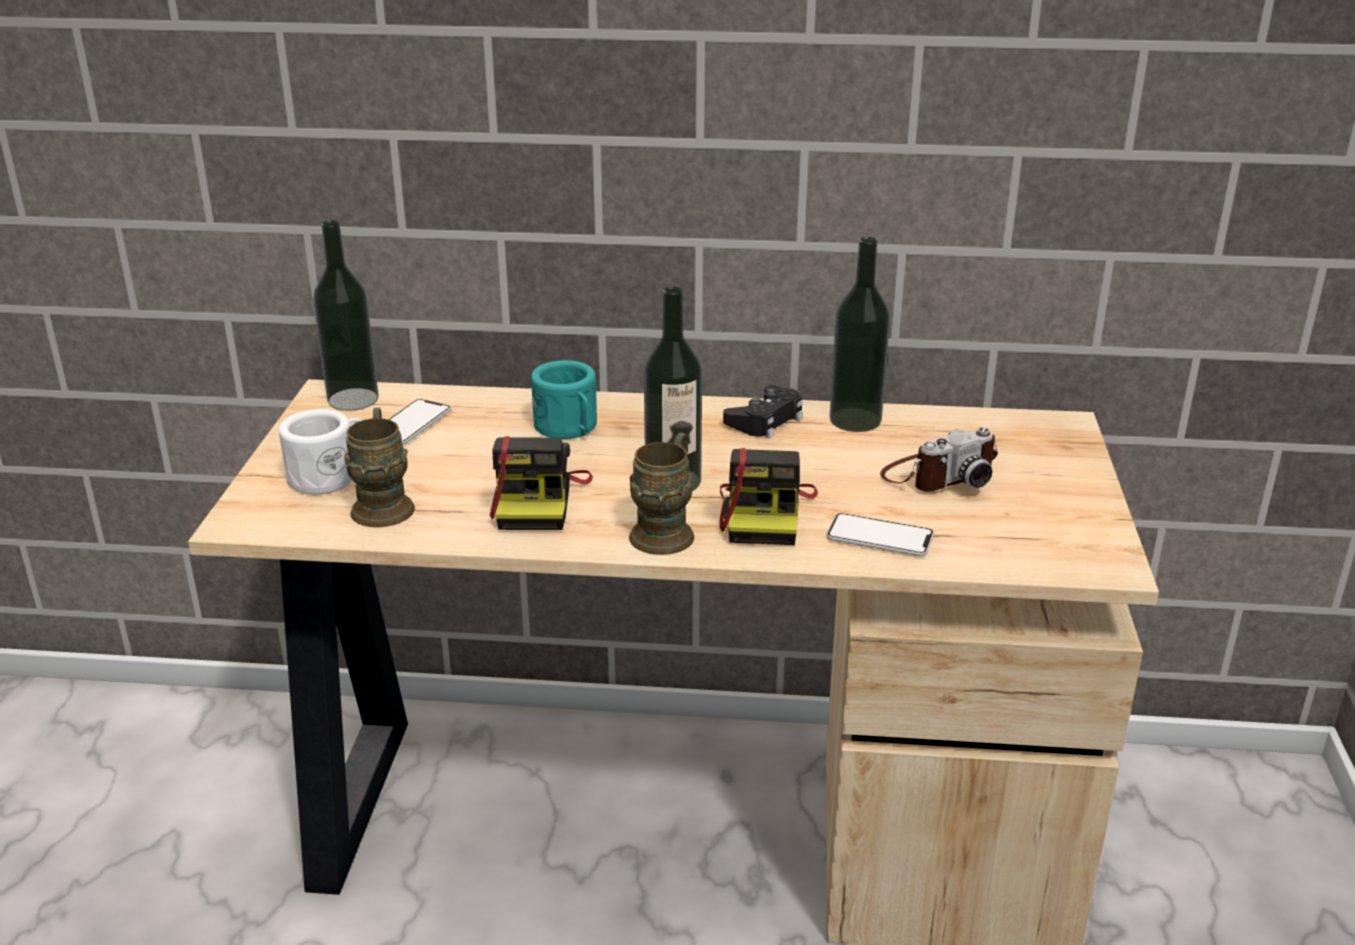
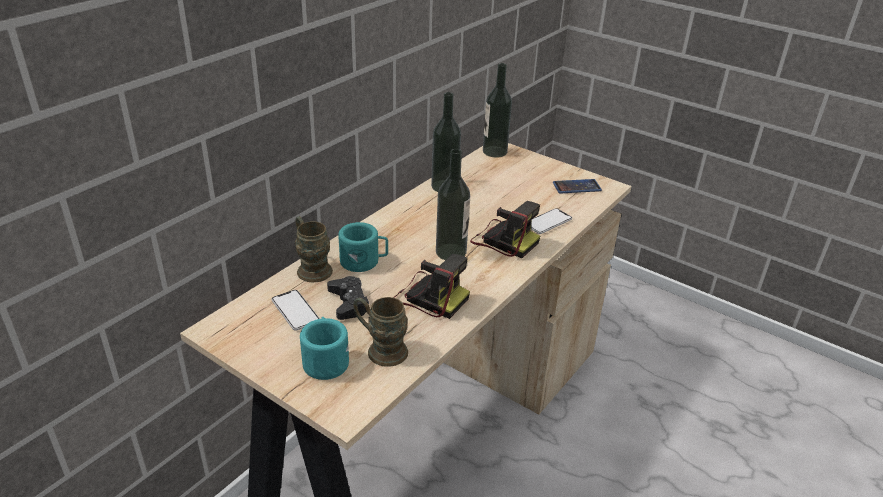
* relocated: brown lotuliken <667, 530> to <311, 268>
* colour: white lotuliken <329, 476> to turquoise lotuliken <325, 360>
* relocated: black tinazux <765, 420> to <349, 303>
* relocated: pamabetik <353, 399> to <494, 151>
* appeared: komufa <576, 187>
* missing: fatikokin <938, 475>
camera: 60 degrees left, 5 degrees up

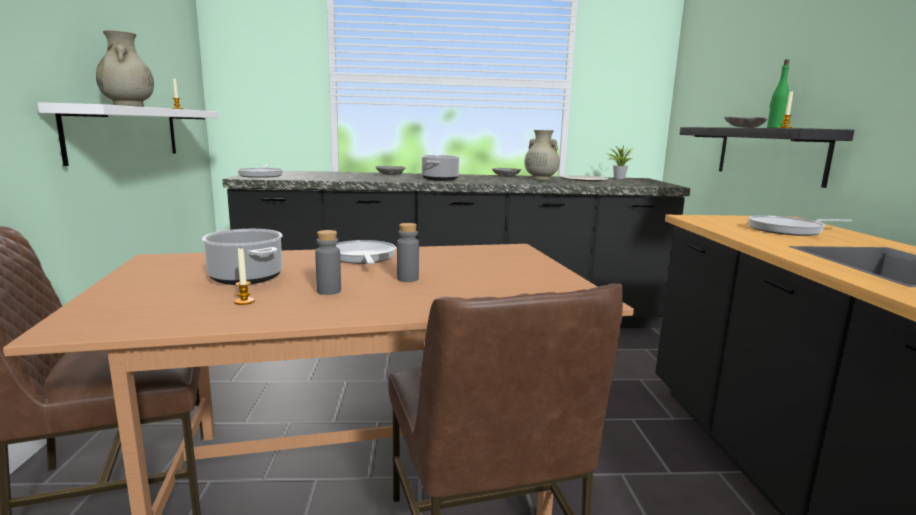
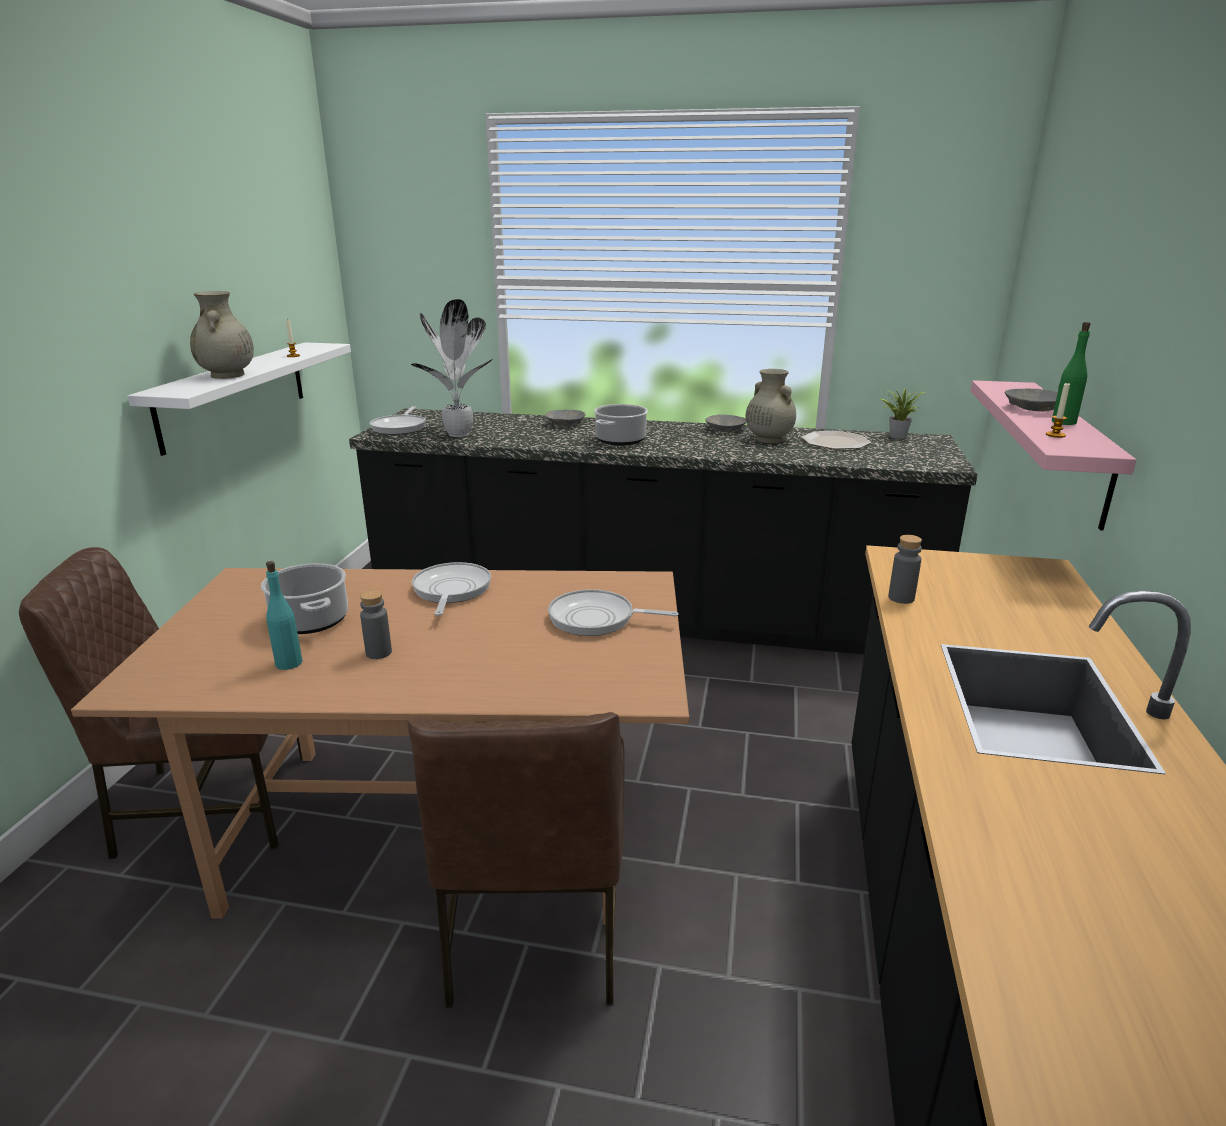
* exchanged: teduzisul <244, 301> to turquoise pamabetik <289, 663>
* appeared: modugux <459, 435>
* relocated: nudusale <789, 230> to <596, 619>
* relocated: grey pamabetik <408, 279> to <901, 598>
* colour: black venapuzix <769, 153> to pink venapuzix <1069, 450>
camera: 15 degrees right, 10 degrees up

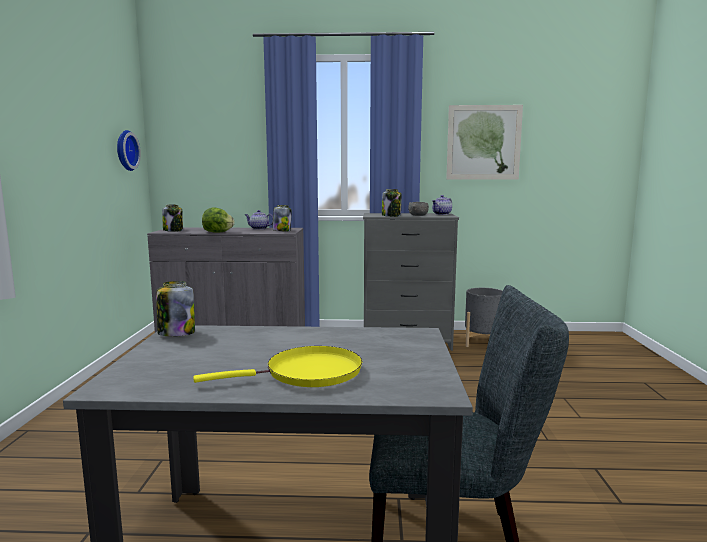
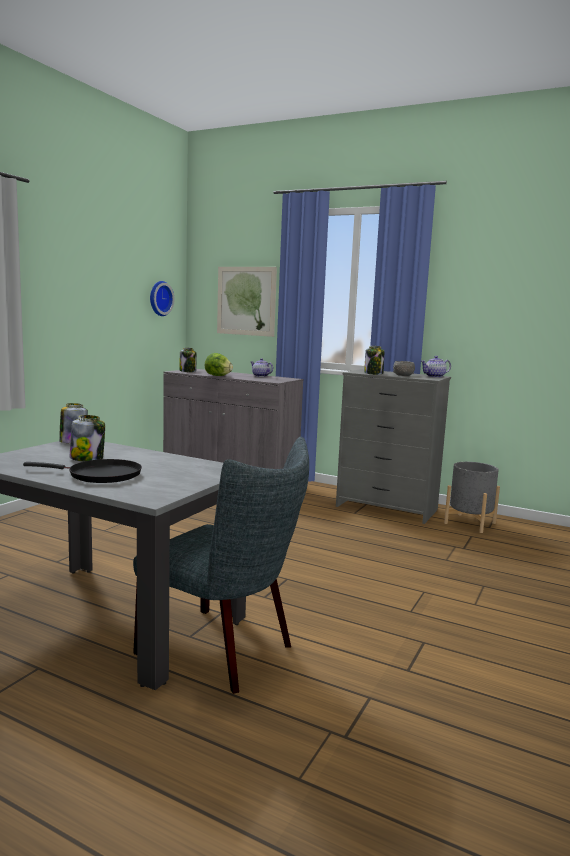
* colour: yellow nudusale <307, 373> to black nudusale <100, 475>
* relocated: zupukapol <282, 231> to <87, 458>
* relocated: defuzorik <483, 142> to <246, 301>
camera: 25 degrees right, 0 degrees up

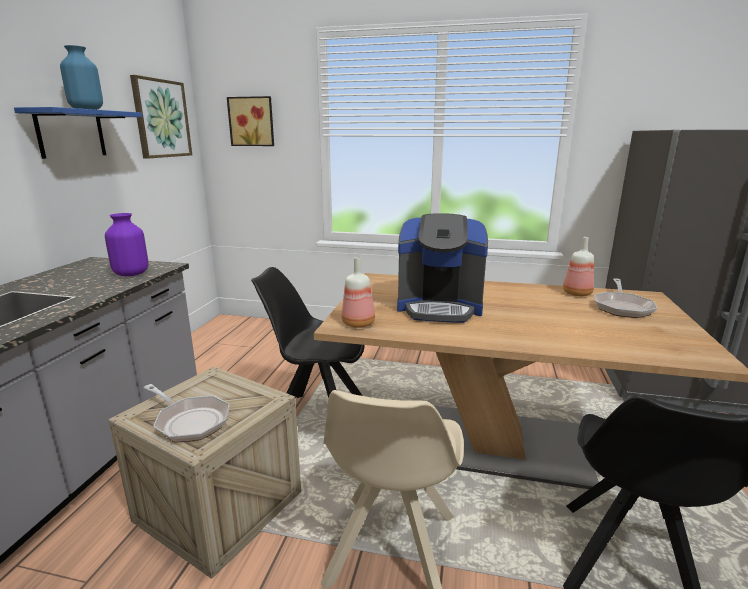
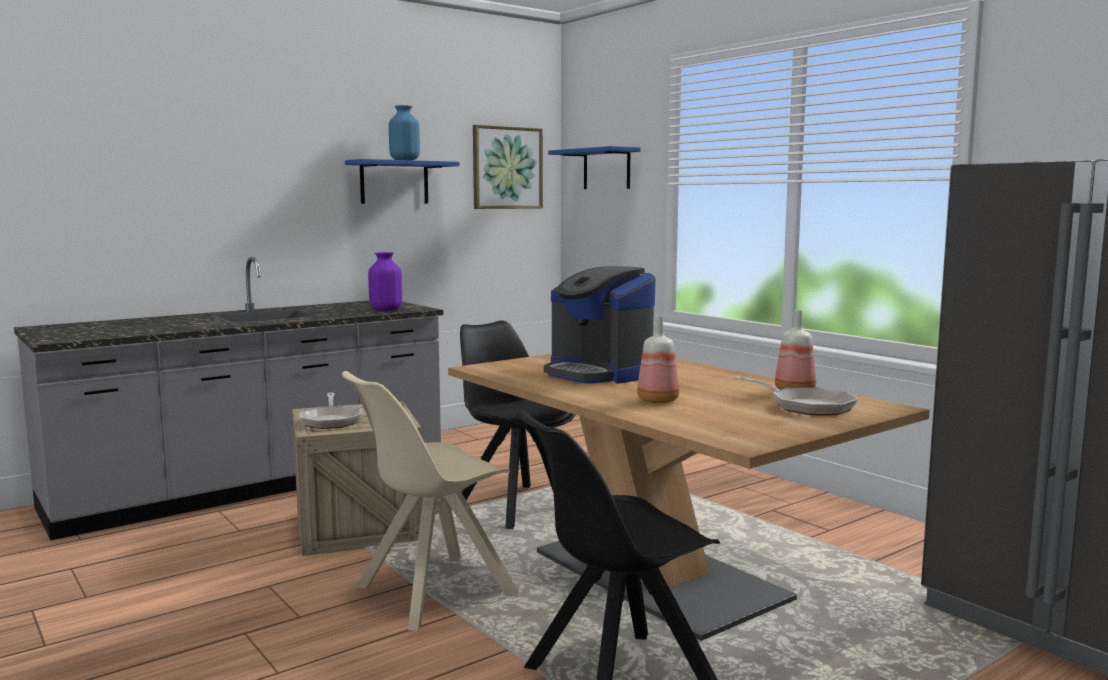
* exchanged: defuzorik <252, 121> to blue venapuzix <606, 169>
* relocated: pamabetik <359, 323> to <659, 400>
* spun: nudusale <622, 307> = <806, 406> 105 degrees counterclockwise
camera: 40 degrees right, 10 degrees down

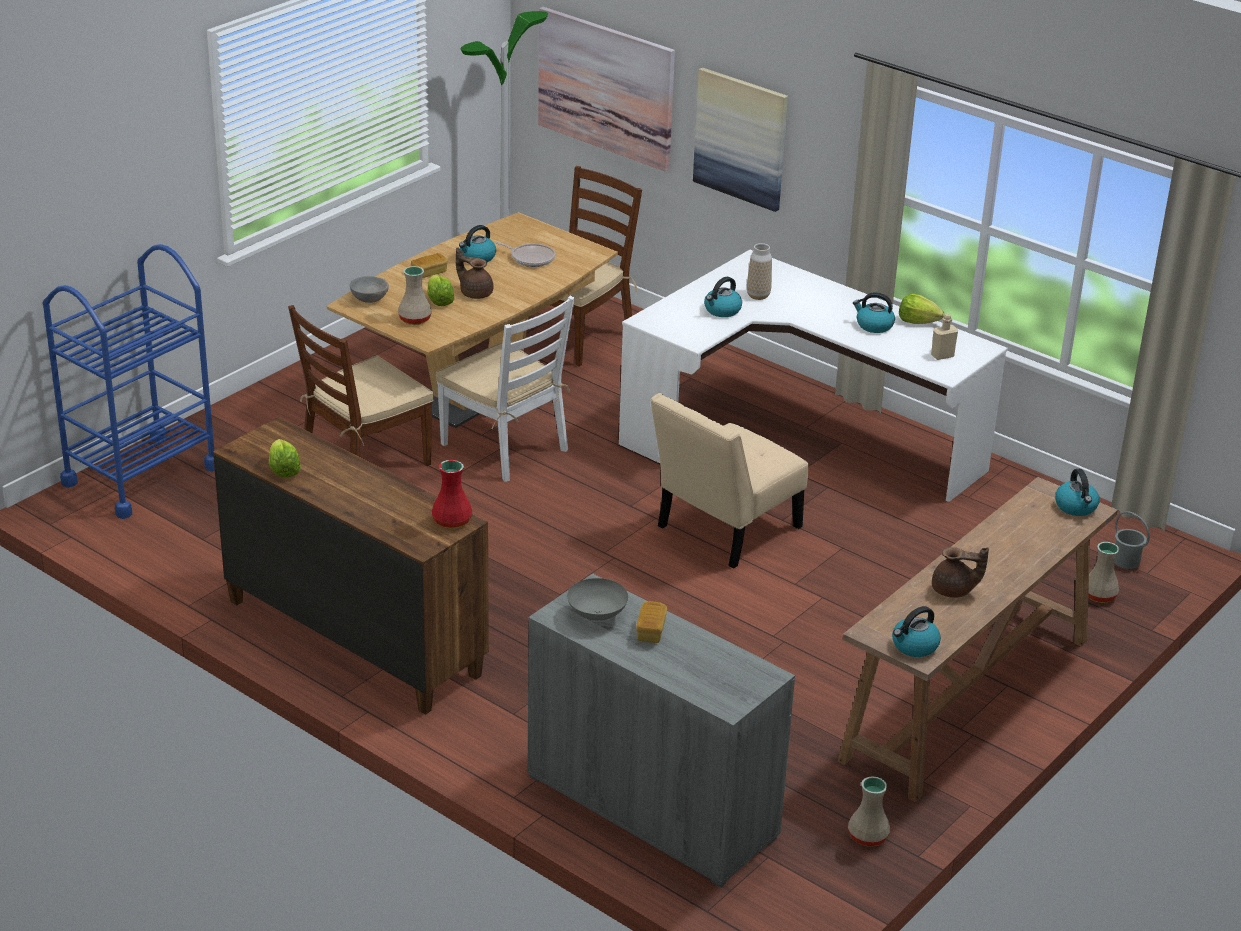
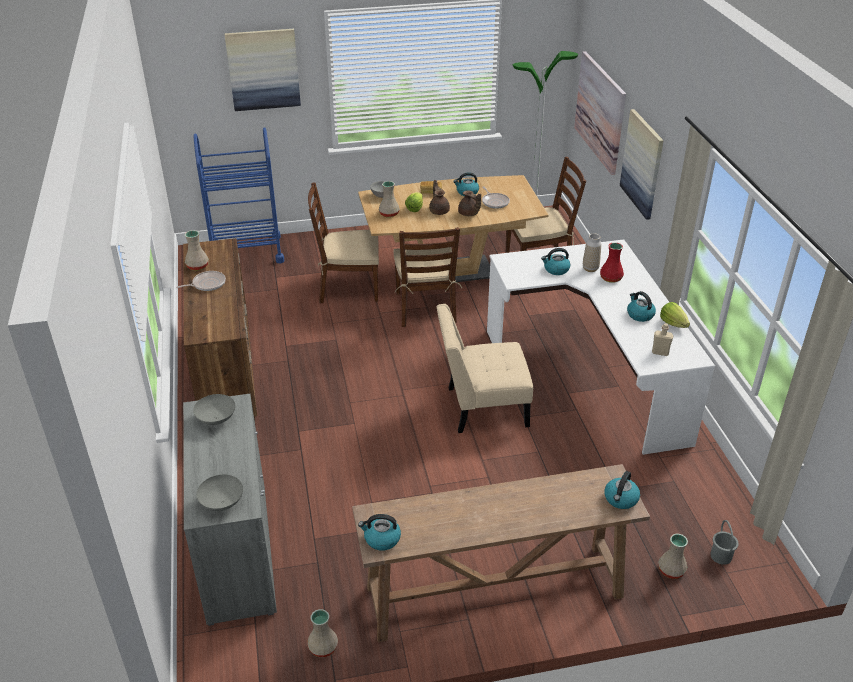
* appeared: nudusale <207, 284>
* exchanged: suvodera <283, 470> to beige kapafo <197, 266>
* appeared: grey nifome <222, 503>
* appeared: defuzorik <263, 69>
* colour: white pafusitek <505, 447> to brown pafusitek <425, 308>
* relocated: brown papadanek <954, 591> to <469, 214>
* relocated: red kapafo <453, 521> to <611, 278>
* missing: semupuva <651, 631>
camera: 40 degrees right, 5 degrees up

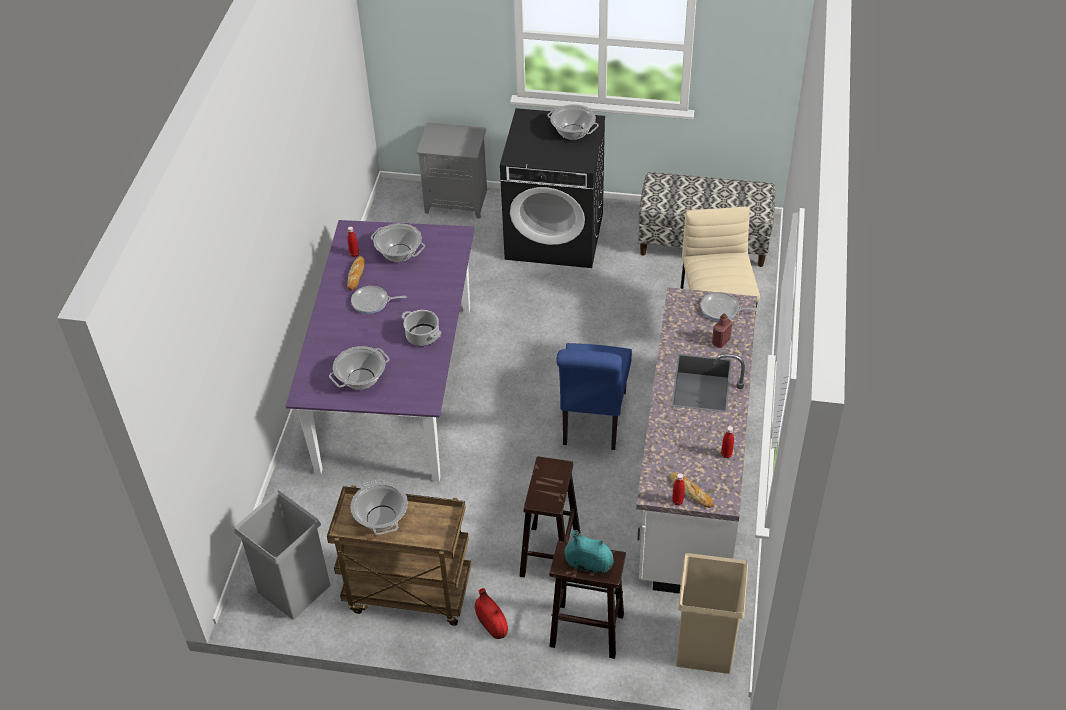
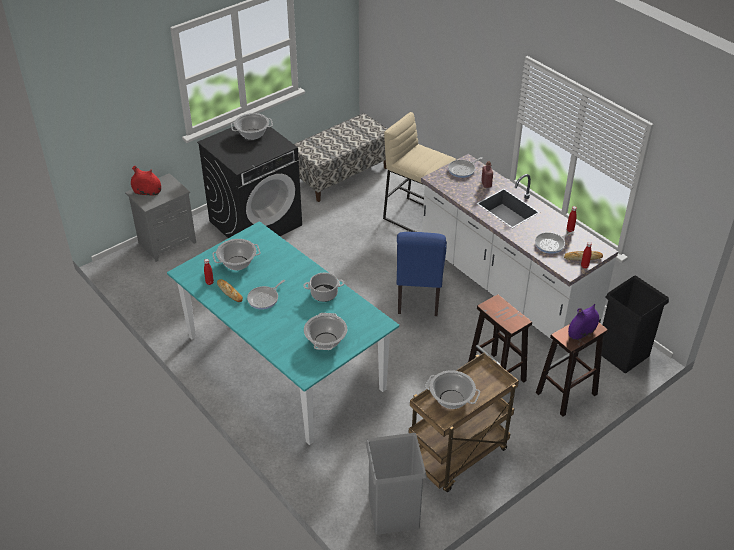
* relocated: red kapafo <491, 625> to <147, 192>
* colour: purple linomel <397, 387> to turquoise linomel <285, 362>
* spun: blue pafusitek <592, 422> = <418, 297> 45 degrees clockwise
* appeared: nudusale <551, 244>
* colour: turquoise kapafo <588, 565> to purple kapafo <582, 332>
* colour: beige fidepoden <704, 645> to black fidepoden <622, 353>
camera: 50 degrees left, 5 degrees down

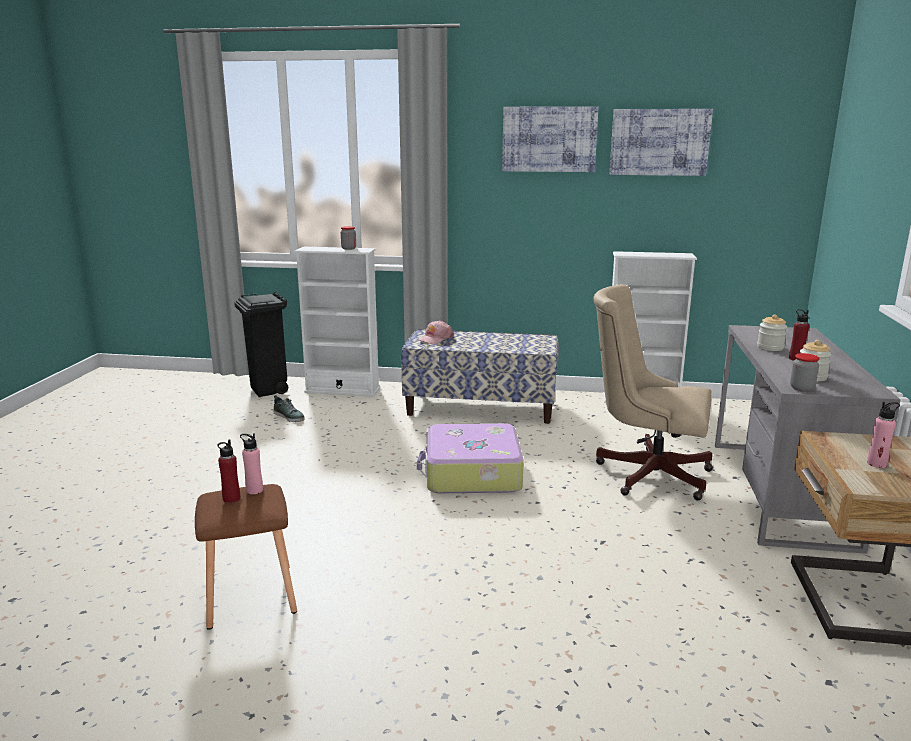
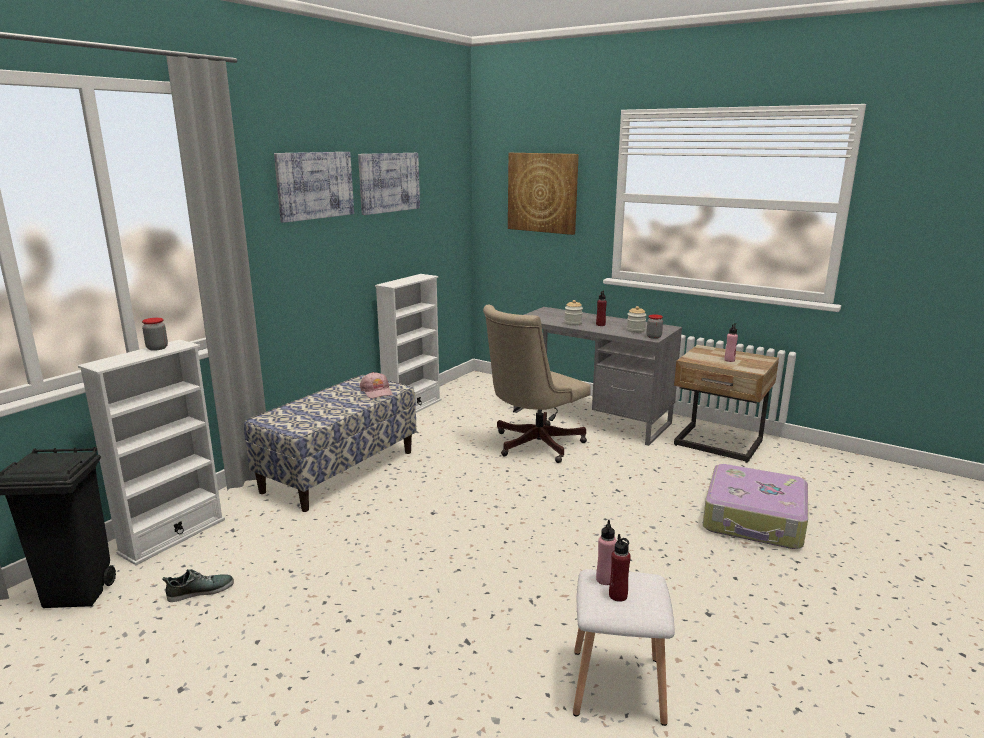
* relocated: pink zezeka <435, 339> to <376, 391>
* appeared: defuzorik <542, 193>
* colour: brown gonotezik <249, 596> to white gonotezik <618, 687>
* relocated: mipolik <471, 473> to <754, 520>
camera: 65 degrees left, 0 degrees up

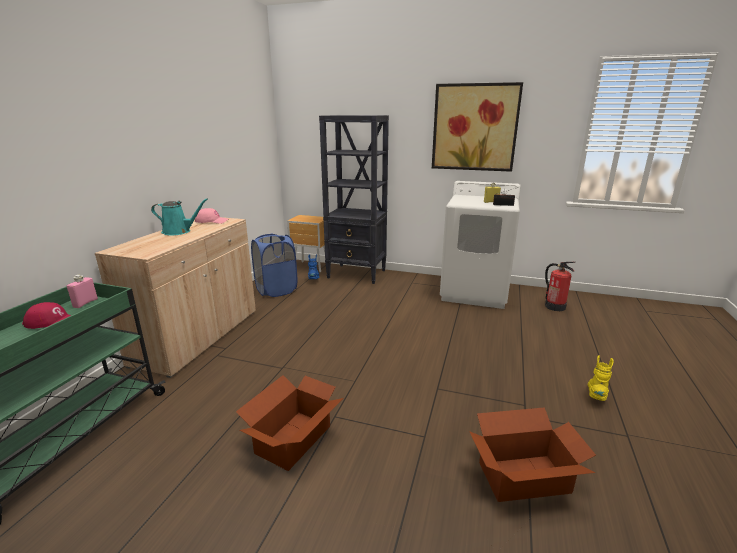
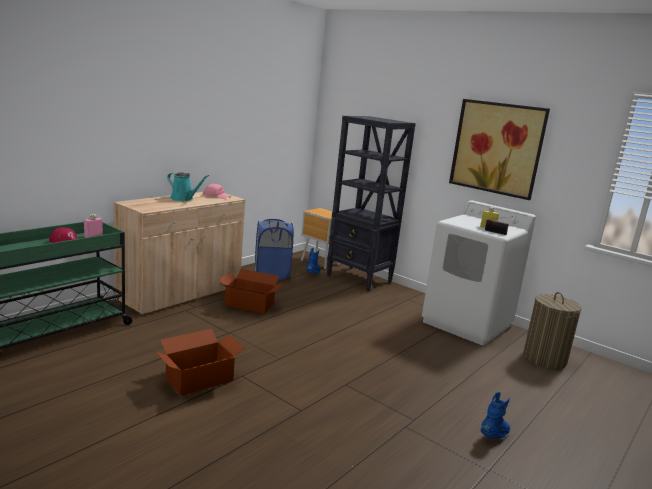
* relocated: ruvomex <525, 478> to <249, 305>
* colour: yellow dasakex <596, 395> to blue dasakex <495, 435>
* exchanged: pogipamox <554, 306> to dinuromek <544, 359>
camera: 20 degrees right, 5 degrees down

